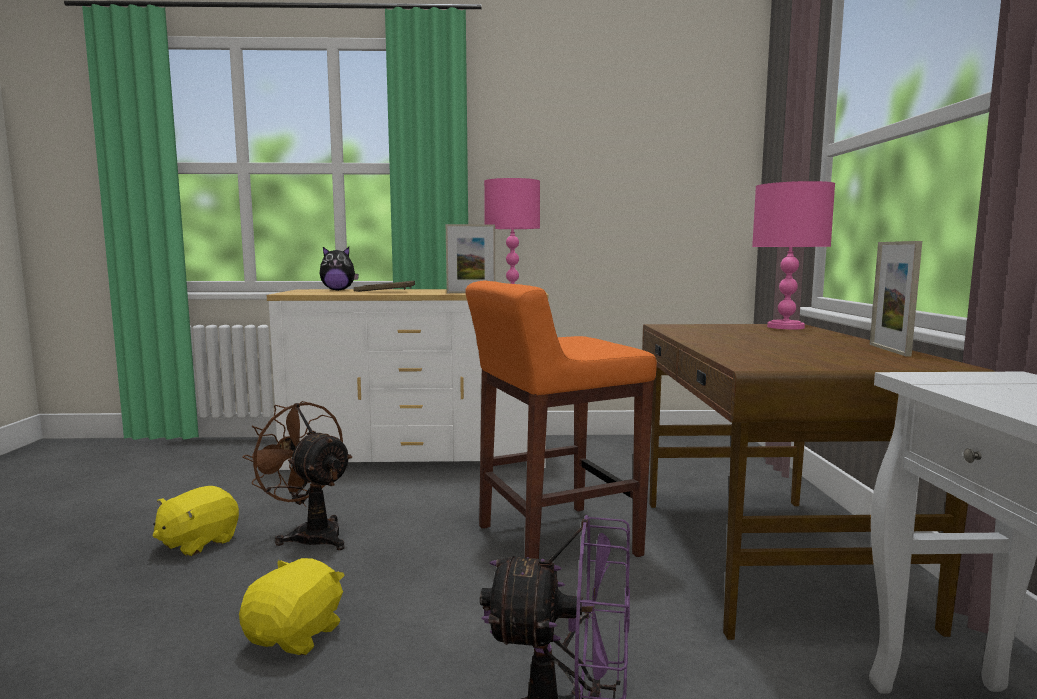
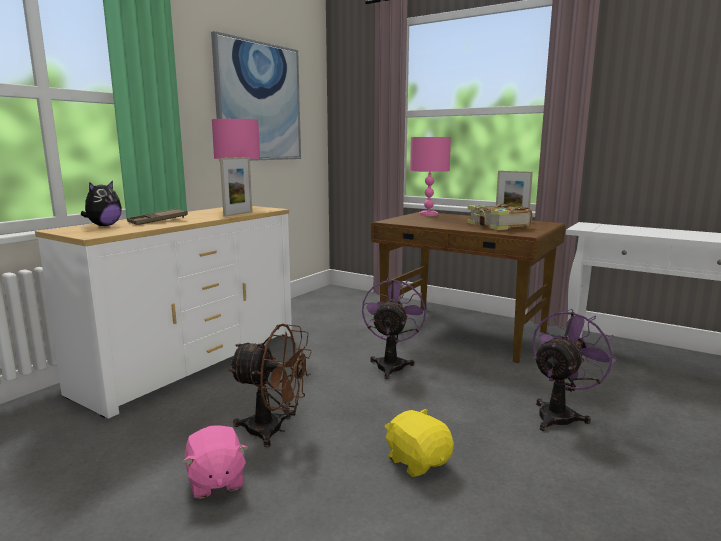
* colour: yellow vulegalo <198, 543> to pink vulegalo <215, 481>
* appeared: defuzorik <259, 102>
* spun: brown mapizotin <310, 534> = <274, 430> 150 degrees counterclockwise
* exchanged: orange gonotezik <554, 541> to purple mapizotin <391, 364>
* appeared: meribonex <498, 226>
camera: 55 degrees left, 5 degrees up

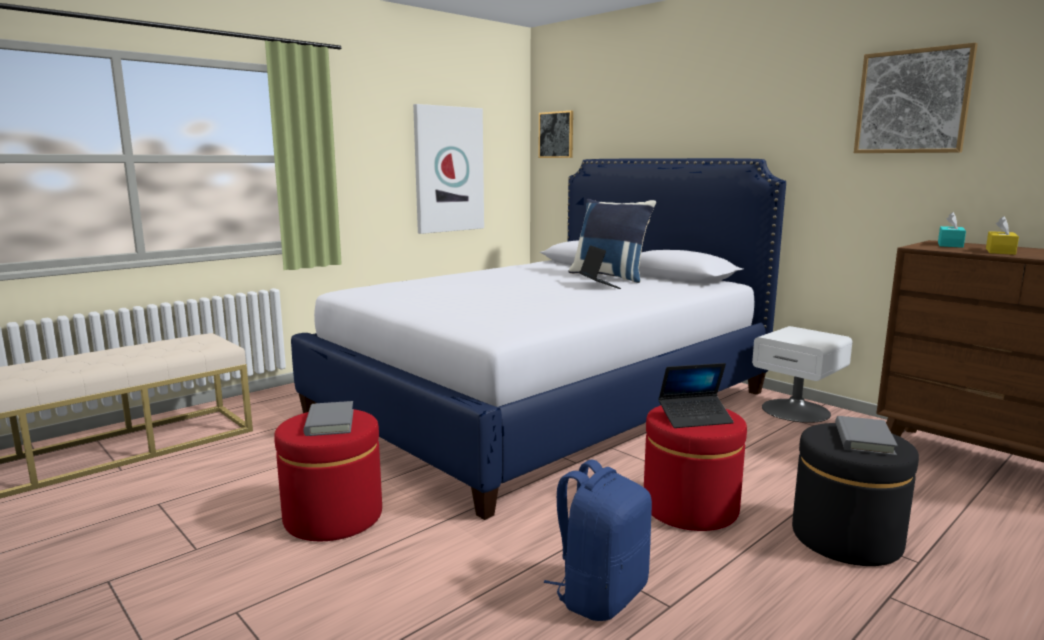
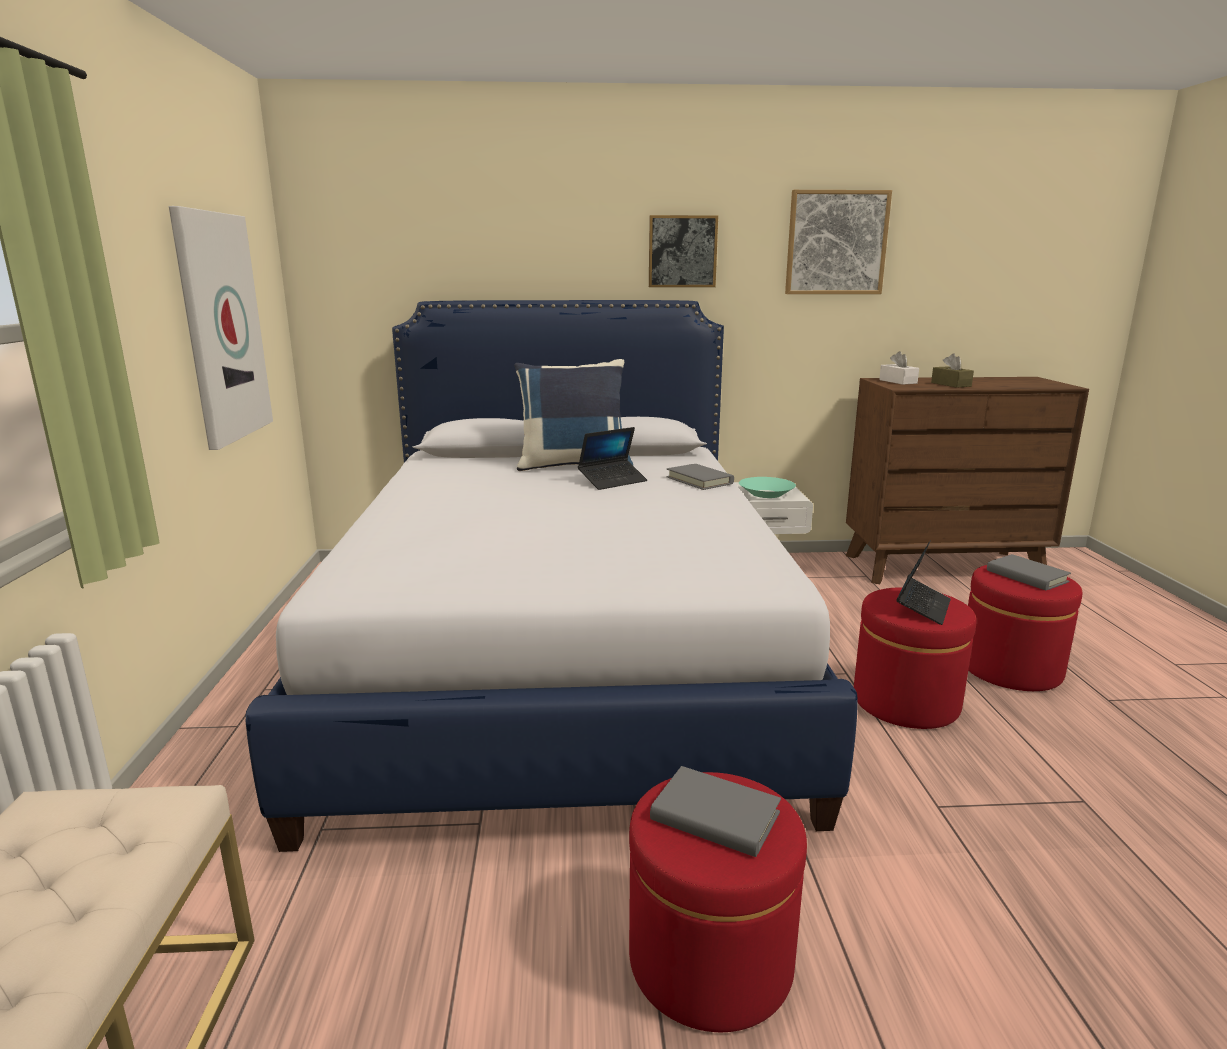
* spun: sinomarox <599, 285> = <612, 481> 120 degrees clockwise
* relocated: defuzorik <556, 135> to <682, 251>
* appeared: grey meribonex <699, 480>
* appeared: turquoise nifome <766, 494>
* colour: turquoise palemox <950, 245> to white palemox <898, 381>
* colour: yellow palemox <1000, 251> to brown palemox <951, 384>
* colour: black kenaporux <846, 538> to red kenaporux <1010, 668>
* missing: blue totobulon <600, 594>
camera: 50 degrees left, 5 degrees up

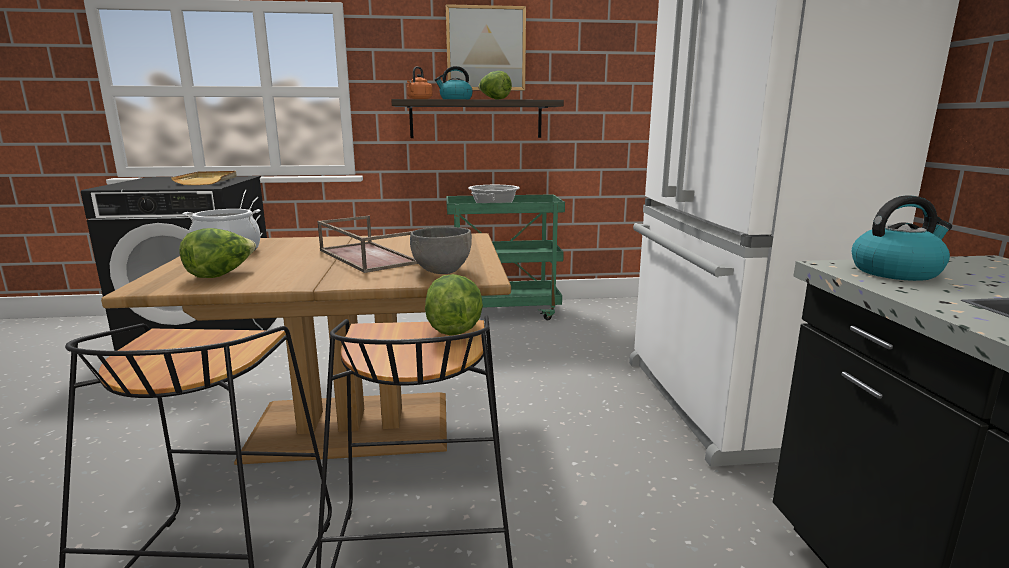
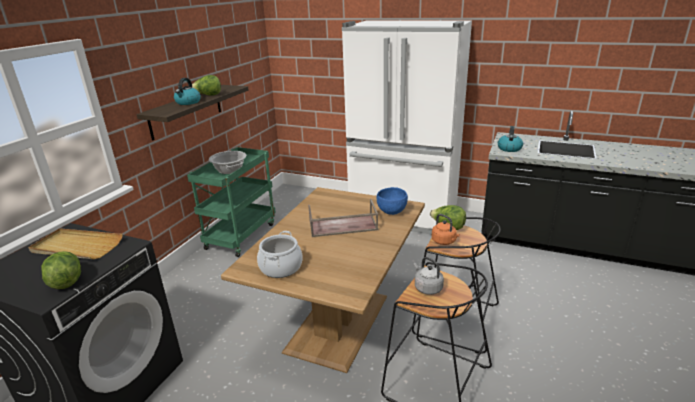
* relocated: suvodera <221, 275> to <66, 281>
* colour: grey nifome <442, 271> to blue nifome <391, 212>
* appeared: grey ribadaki <427, 288>
* relocated: orange ribadaki <419, 99> to <444, 241>
* missing: defuzorik <486, 49>
camera: 60 degrees left, 10 degrees up

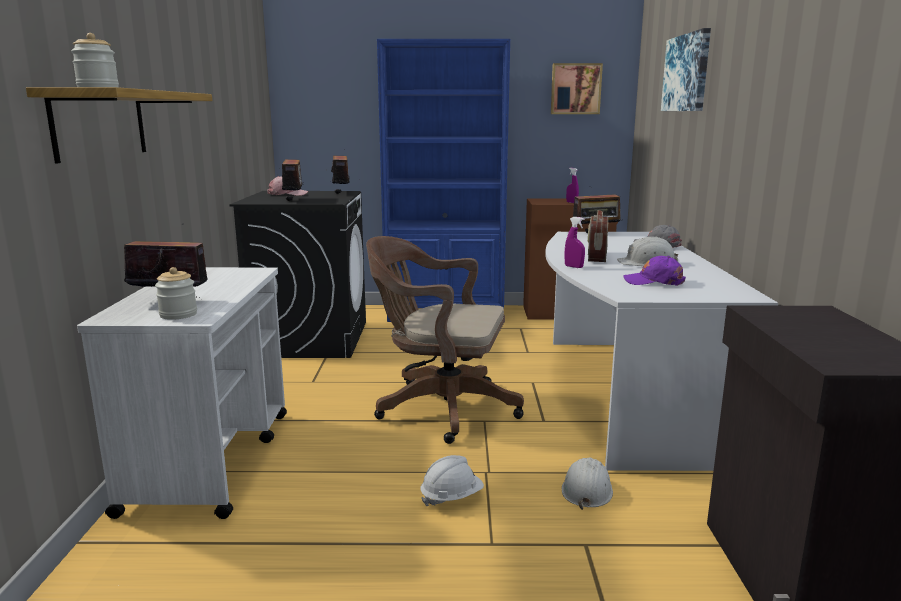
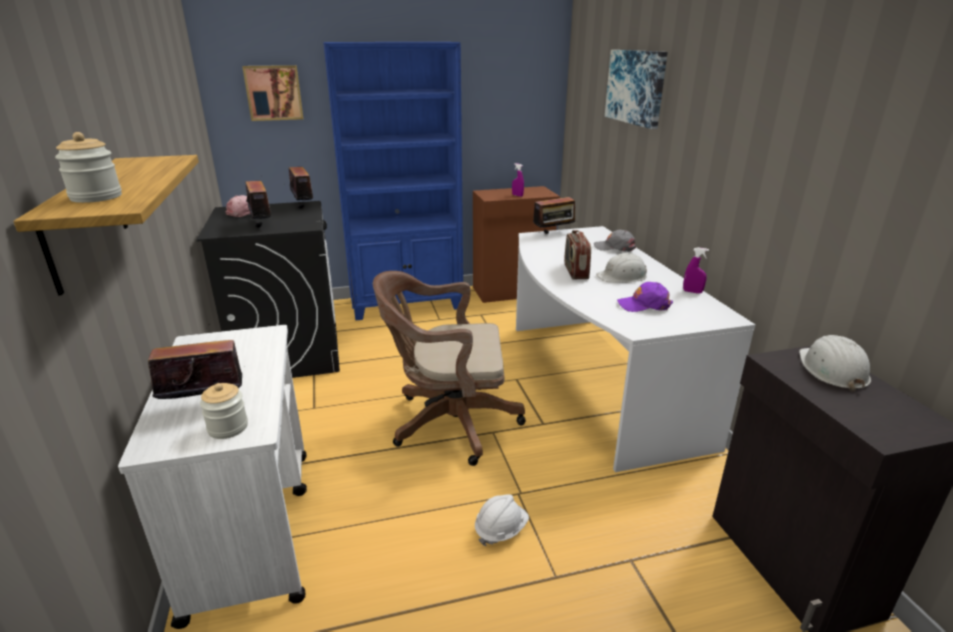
* relocated: defuzorik <575, 89> to <274, 93>
* relocated: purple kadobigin <573, 267> to <692, 292>
* relocated: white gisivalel <587, 489> to <832, 369>
camera: 15 degrees left, 10 degrees up

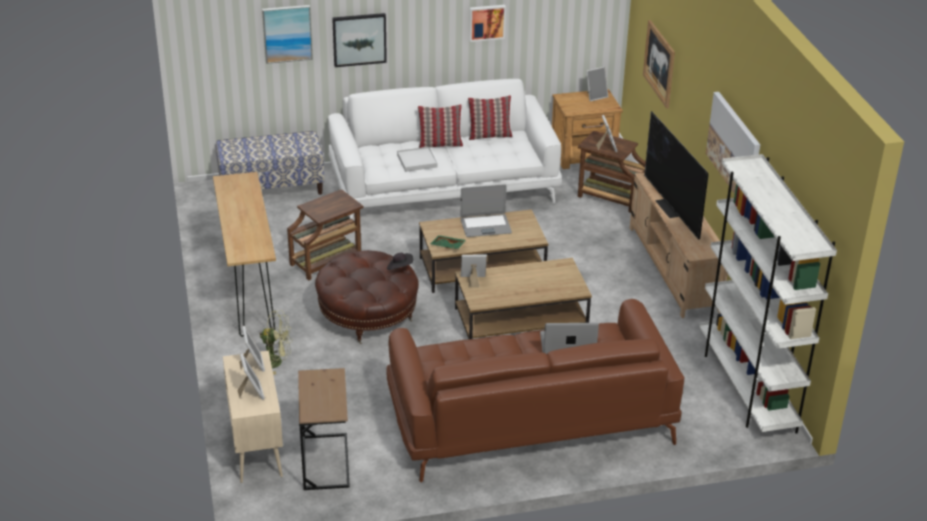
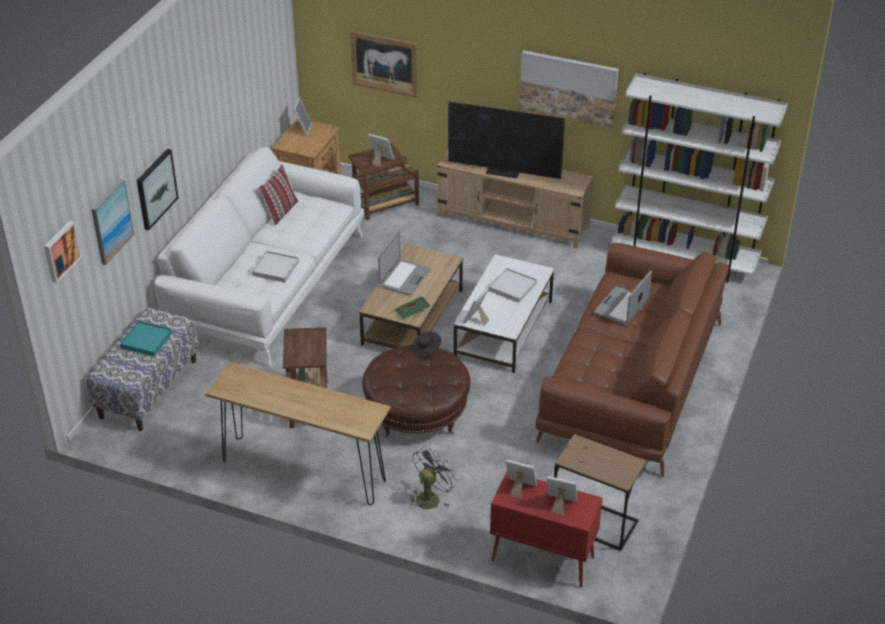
* relocated: defuzorik <486, 22> to <60, 251>
* appeared: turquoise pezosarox <146, 340>
* colour: green mapizotin <276, 362> to grey mapizotin <430, 497>
* colour: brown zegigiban <519, 320> to white zegigiban <503, 329>
* appeared: white pezosarox <512, 287>
* colour: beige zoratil <256, 448> to red zoratil <541, 558>
* missing: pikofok <440, 144>
camera: 55 degrees left, 5 degrees up

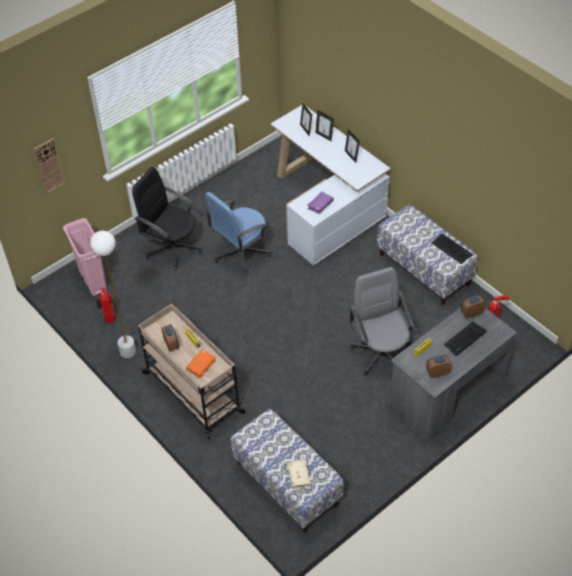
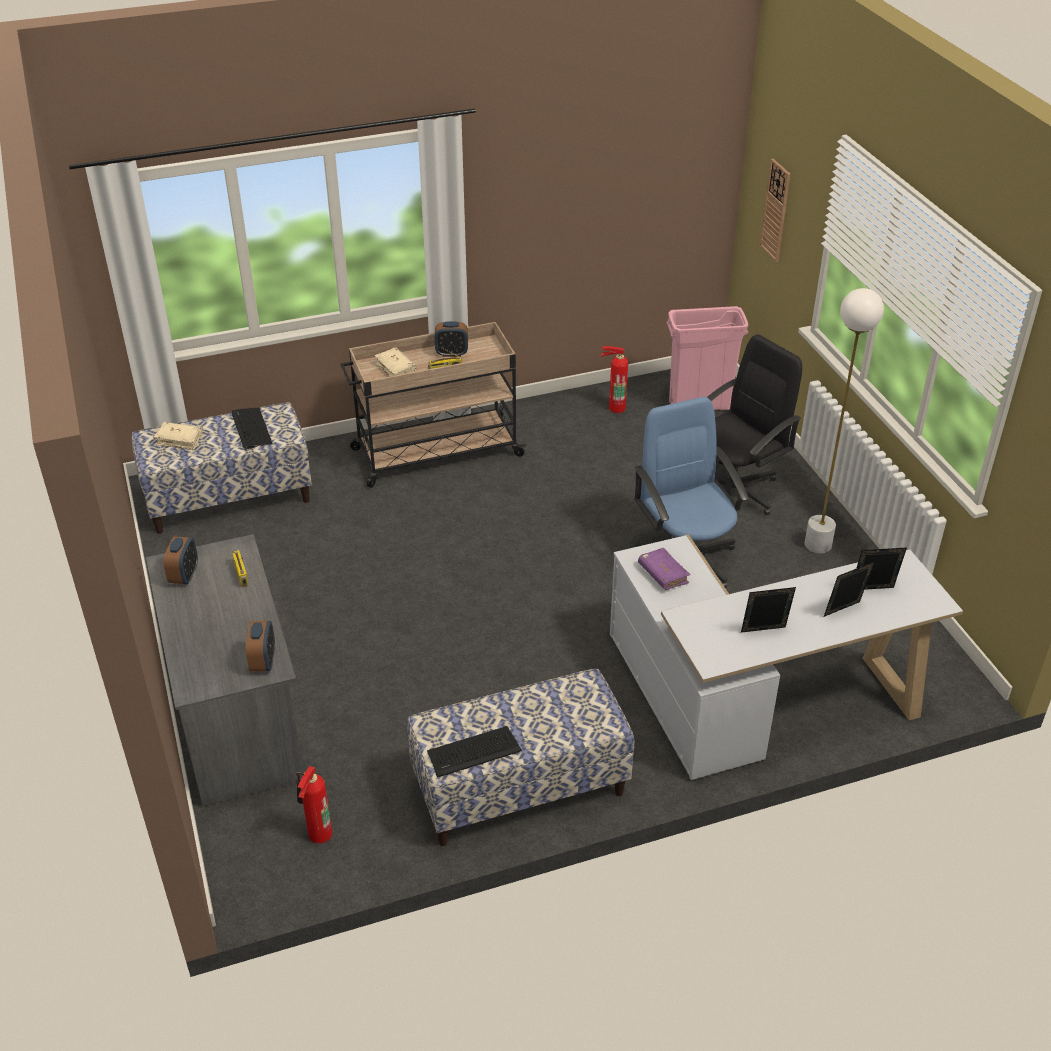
* relocated: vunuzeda <465, 339> to <251, 429>
* colour: orange meribonex <201, 366> to beige meribonex <396, 369>
* relocated: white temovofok <127, 352> to <817, 544>
* missing: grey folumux <381, 352>
camera: 110 degrees right, 10 degrees down

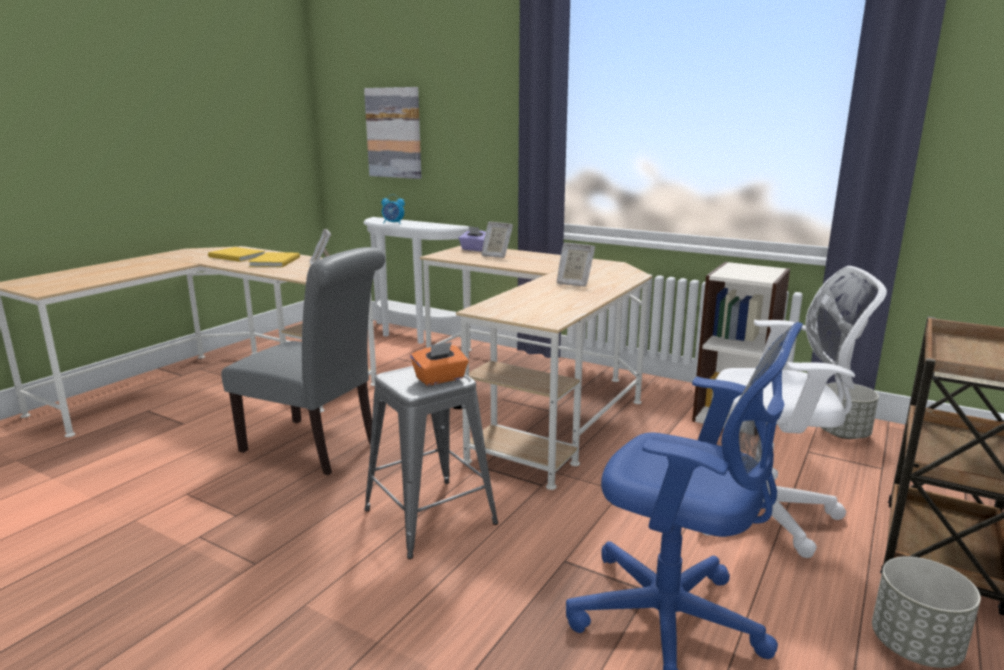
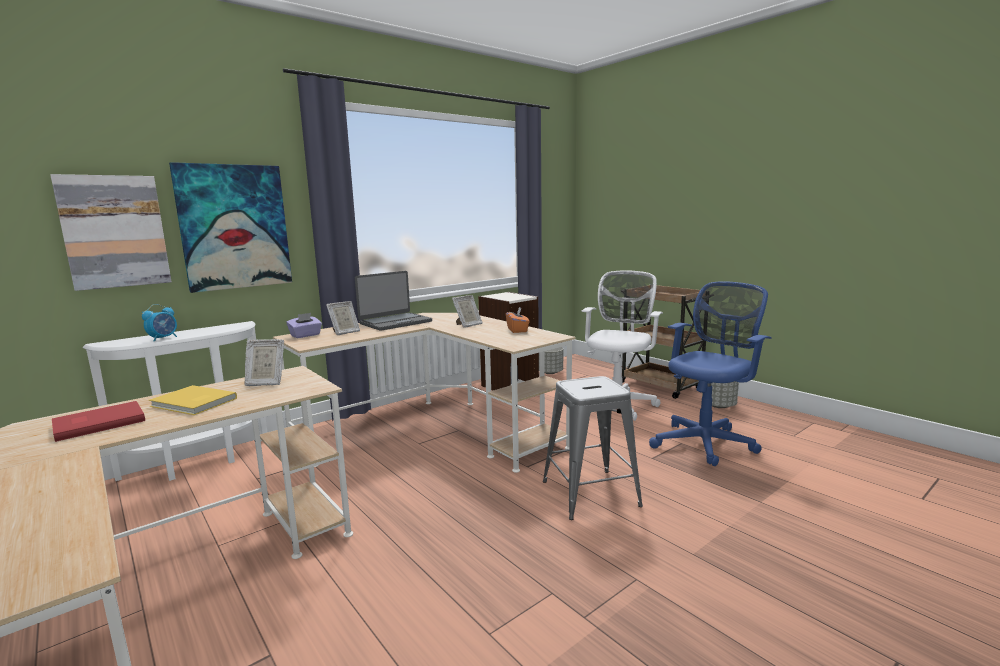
* colour: yellow meribonex <237, 256> to red meribonex <98, 423>
* appeared: defuzorik <234, 227>
* appeared: sinomarox <395, 322>
* relocated: orange palemox <440, 379> to <517, 330>
* missing: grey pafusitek <316, 448>
camera: 70 degrees left, 5 degrees down

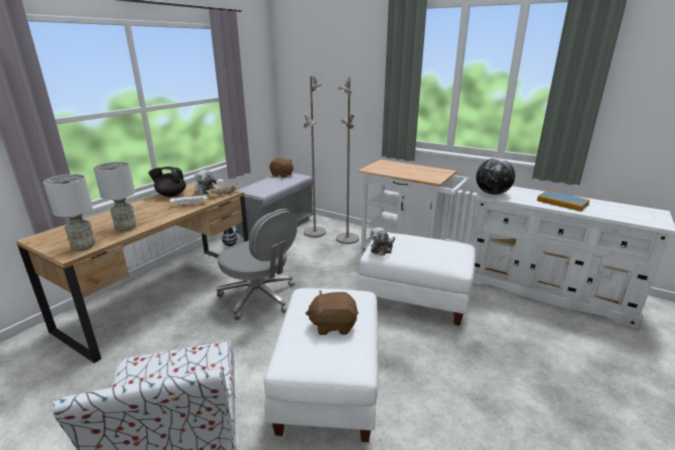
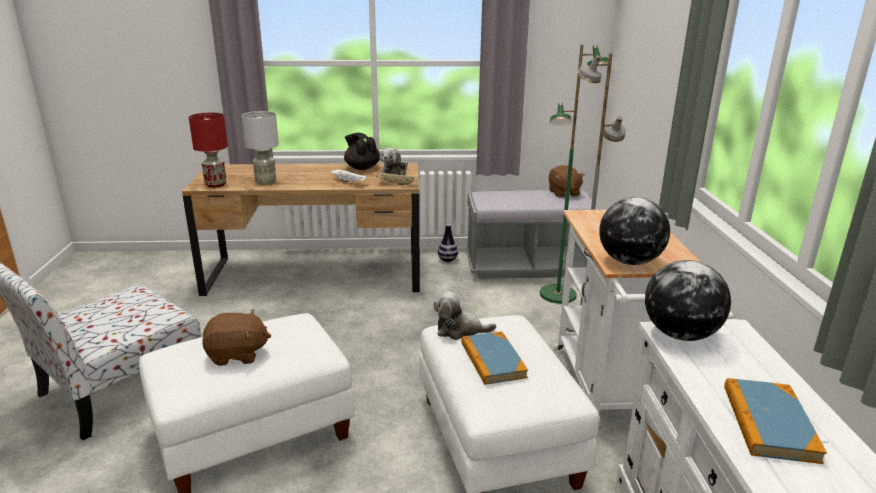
* colour: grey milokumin <83, 247> to red milokumin <215, 184>
* spun: brown vulegalo <333, 325> = <237, 355> 120 degrees clockwise
* appeared: meribonex <493, 360>
* colour: grey temovofok <315, 232> to green temovofok <558, 295>
* appeared: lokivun <630, 261>
* missing: grey folumux <259, 298>
camera: 55 degrees right, 0 degrees up

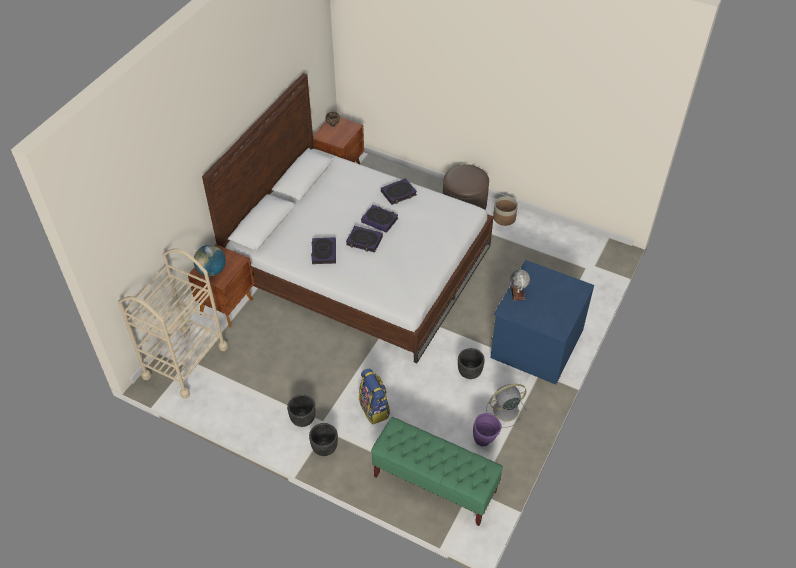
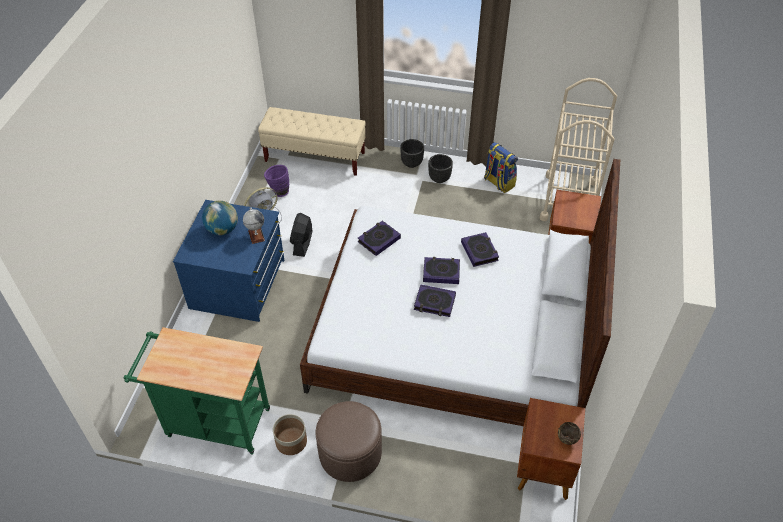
* appeared: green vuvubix <212, 422>
* relocated: lokivun <212, 271> to <222, 229>
* colour: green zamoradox <434, 484> to beige zamoradox <315, 157>
* exchanged: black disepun <469, 372> to black mapizotin <302, 243>
* relocated: meribonex <398, 193> to <379, 240>
* relocated: totobulon <374, 409> to <498, 182>
camera: 165 degrees right, 0 degrees up

